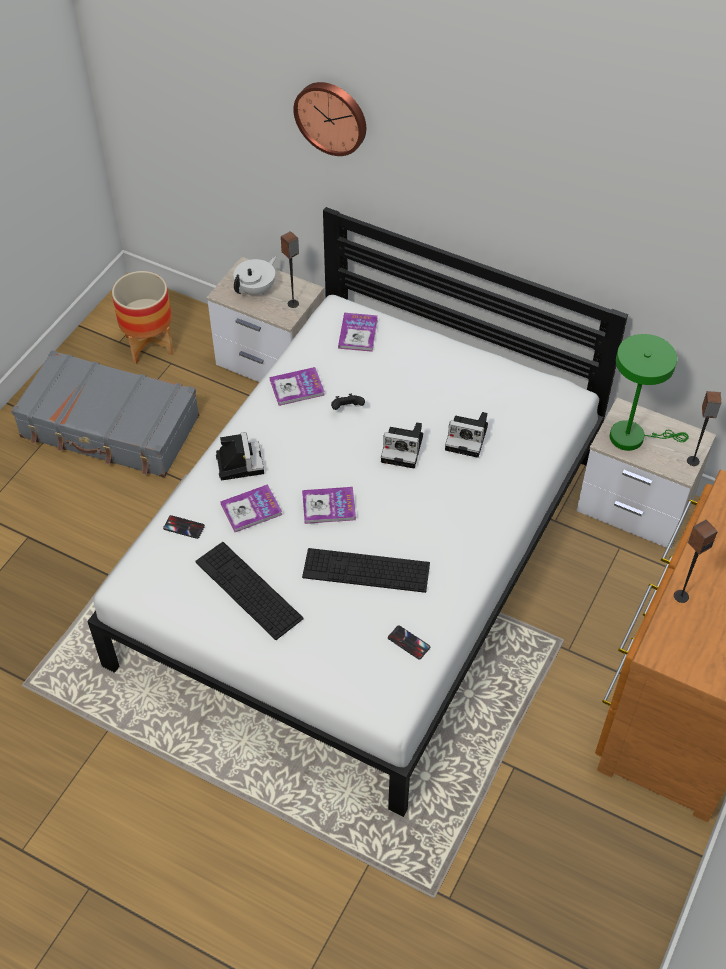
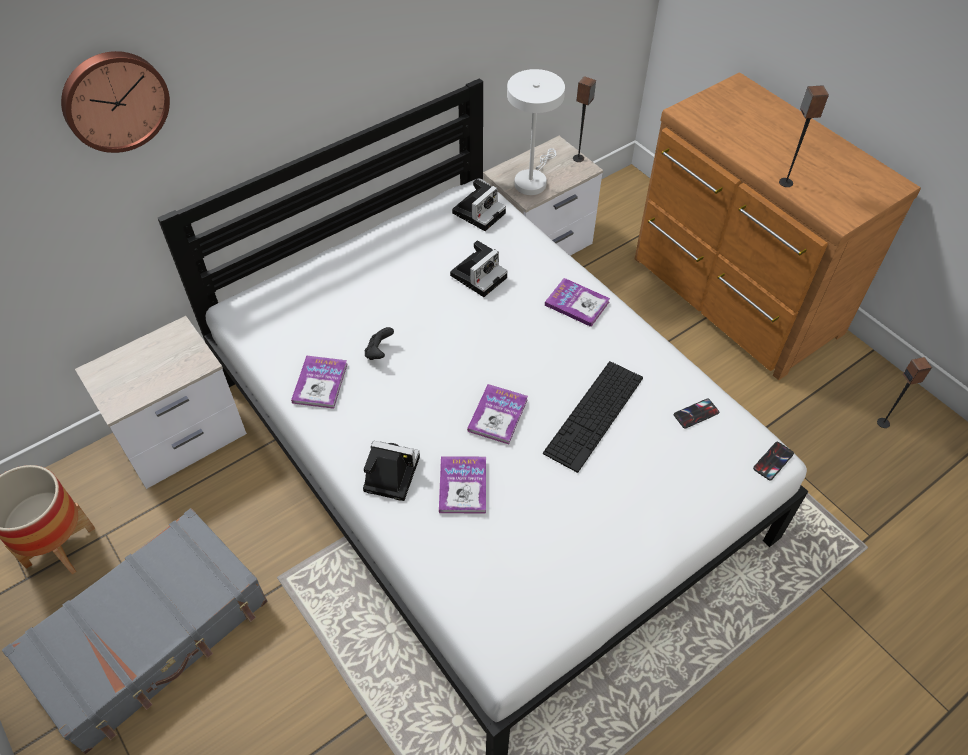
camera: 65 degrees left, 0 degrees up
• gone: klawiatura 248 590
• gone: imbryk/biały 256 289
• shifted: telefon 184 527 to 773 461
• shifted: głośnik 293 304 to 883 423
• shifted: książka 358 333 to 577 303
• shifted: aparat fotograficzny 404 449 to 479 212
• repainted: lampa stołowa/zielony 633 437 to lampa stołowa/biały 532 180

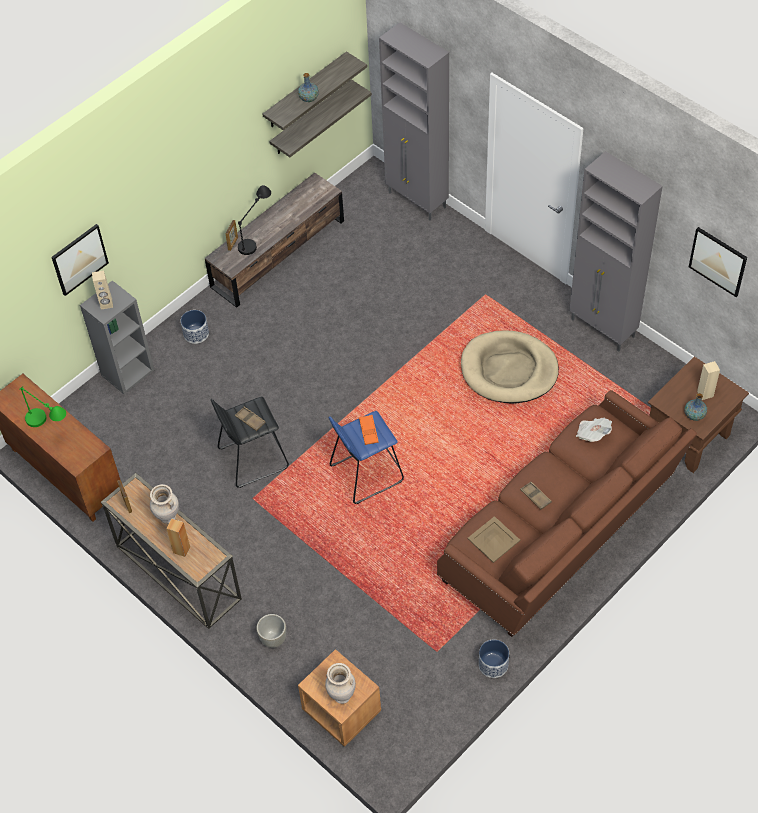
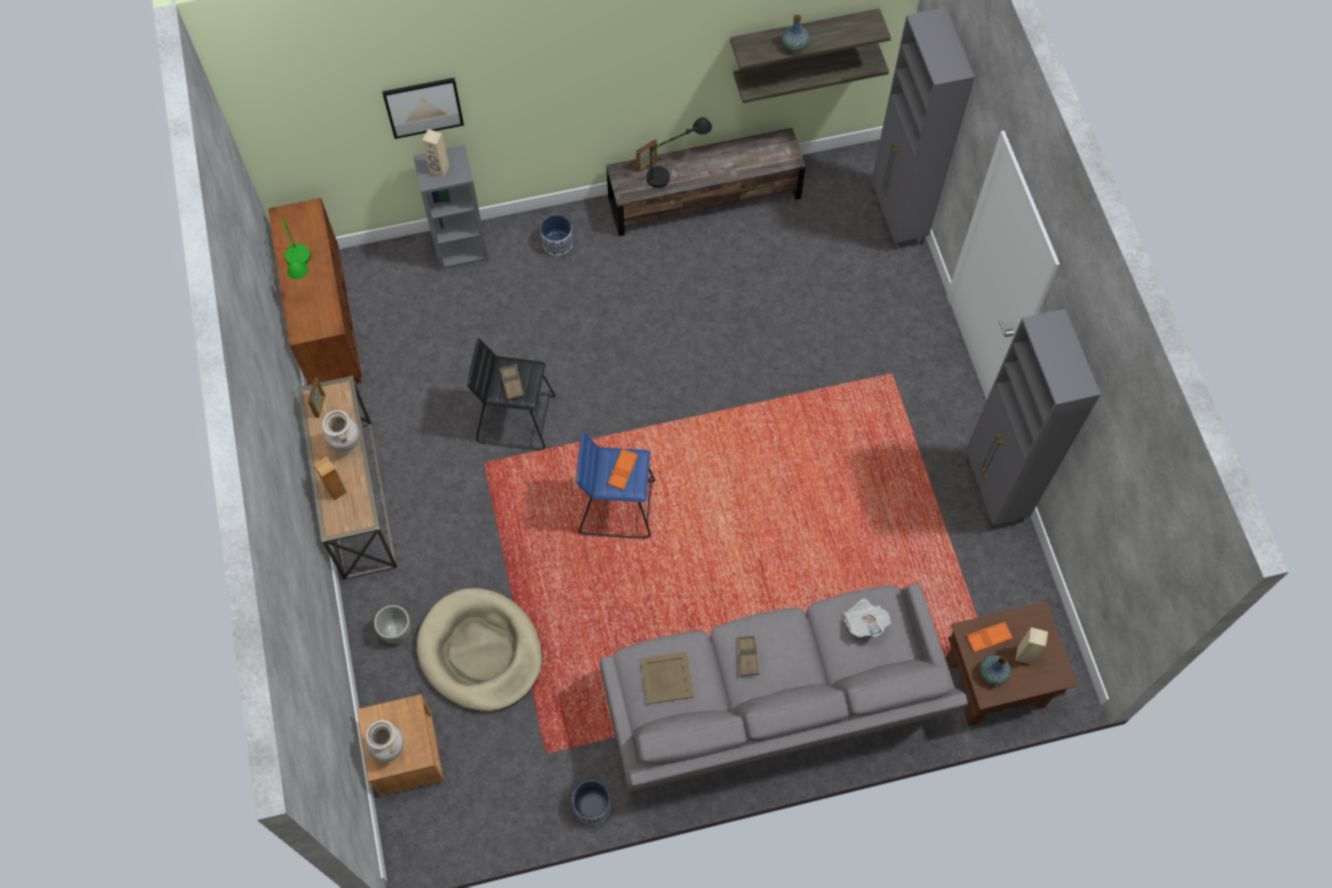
camera: 30 degrees right, 10 degrees up
• gone: obraz 718 261
• new: taca/pomarańczowy 988 638
• shifted: legowisko/beżowy 509 370 to 480 652
• repainted: kanapa/brązowy 561 534 to kanapa/szary 770 705

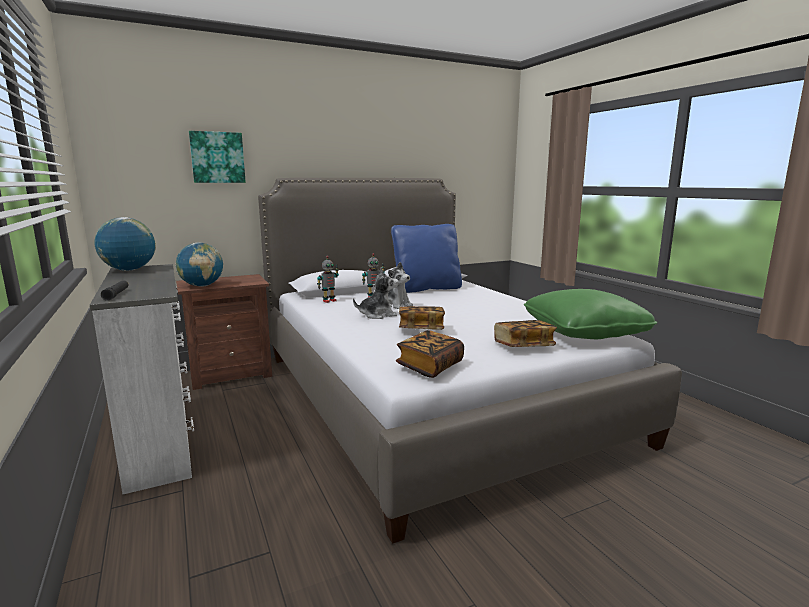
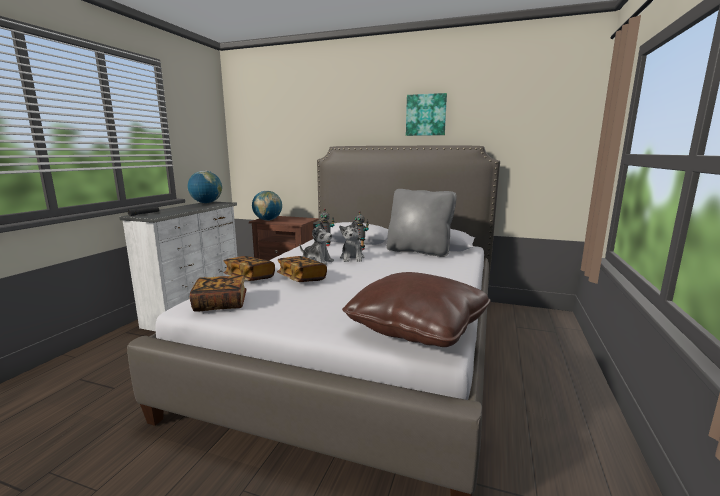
camera: 45 degrees right, 0 degrees up
• shifted: obraz 217 157 to 426 115
• shifted: książka 523 346 to 249 278
• repainted: poduszka/niebieski 426 288 to poduszka/szary 419 251
• repainted: poduszka/zielony 584 332 to poduszka/brązowy 417 327

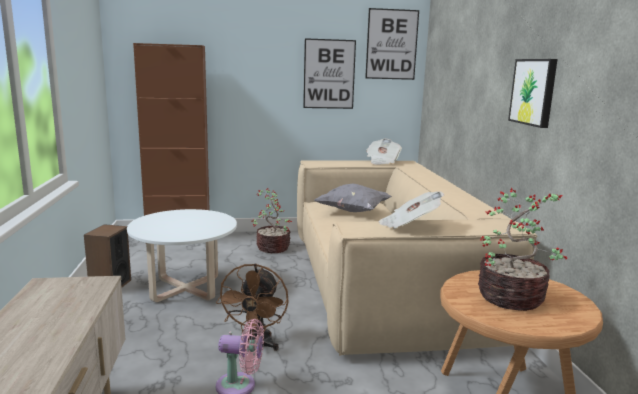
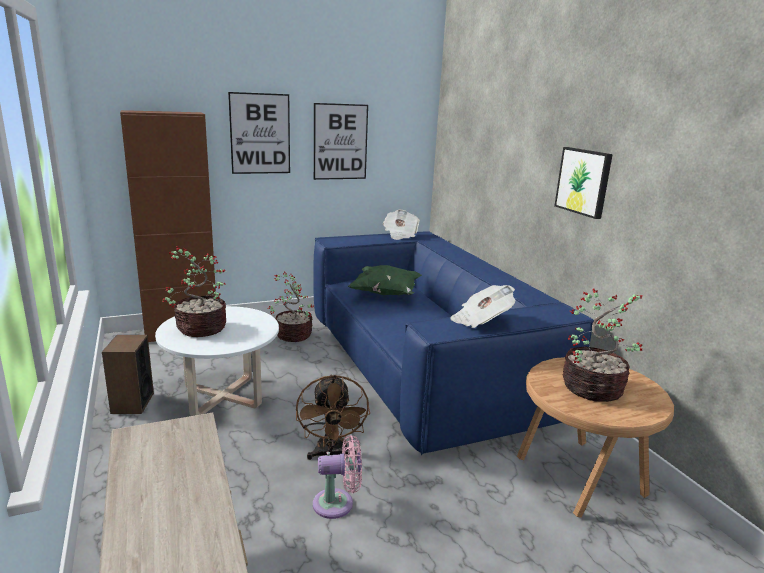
camera: 15 degrees left, 5 degrees up
• new: roślina doniczkowa 199 328
• shifted: obraz 391 44 to 260 134
• repainted: kanapa/beżowy 383 281 to kanapa/niebieski 422 363
• repainted: poduszka/szary 353 211 to poduszka/zielony 385 294

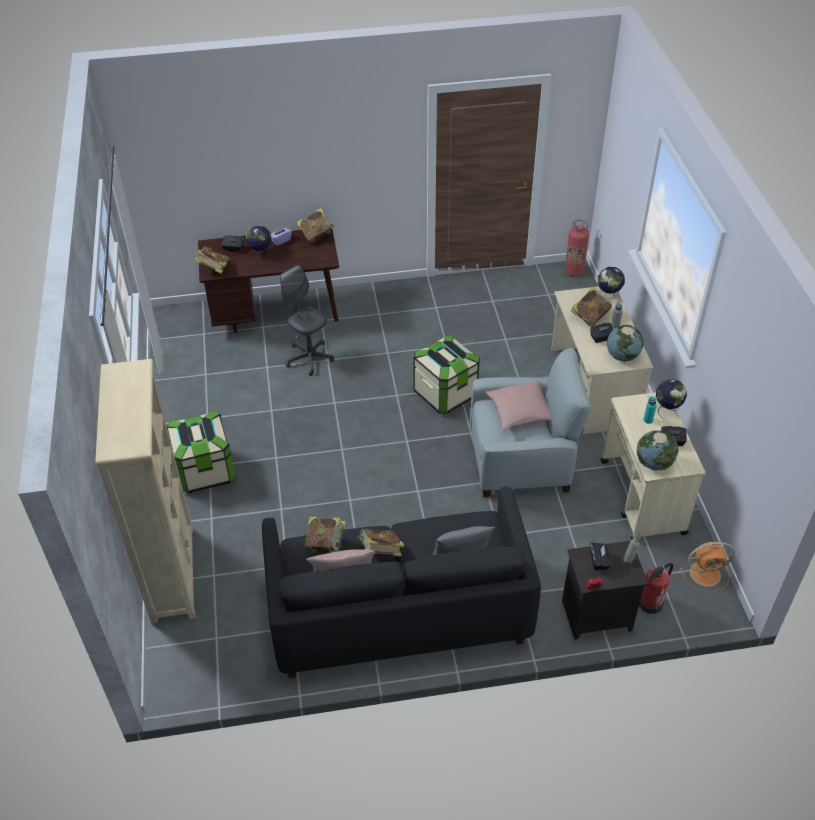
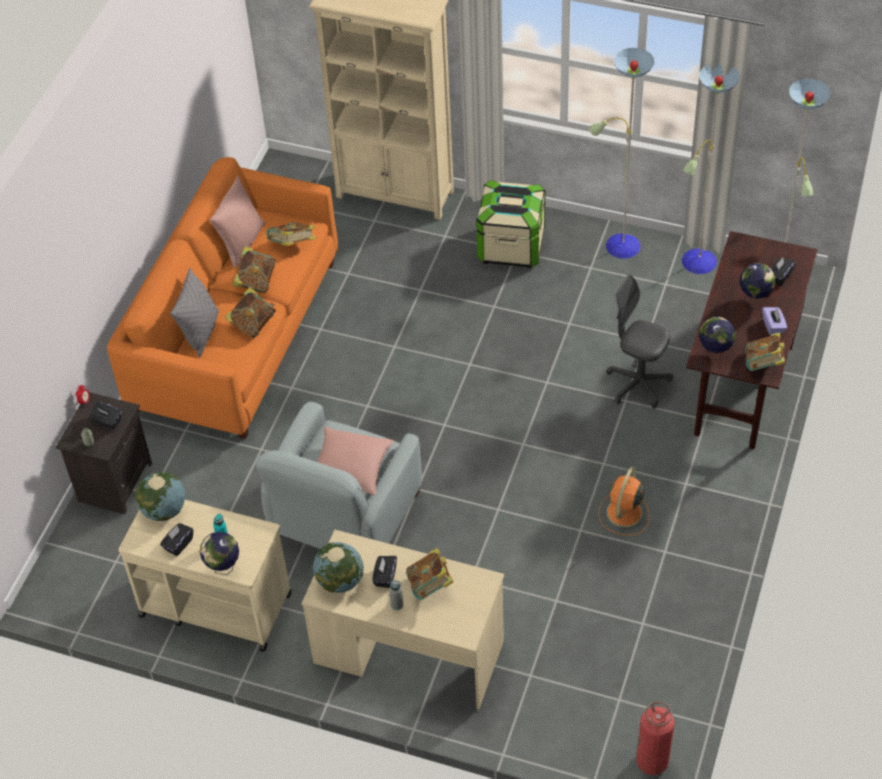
camera: 120 degrees right, 5 degrees up
• gone: pojemnik do przechowywania 445 394
• gone: gaśnica 651 603
• new: lampa stojąca 698 263
• shifted: książka 214 269 to 253 324
• shifted: globus 608 296 to 714 353
• shifted: wentylator/pomarańczowy 706 573 to 624 514
• repainted: kanapa/czarny 398 611 to kanapa/pomarańczowy 236 335
• rotated: krzesło biurowe/szary 309 358 = 638 384 135 degrees counterclockwise

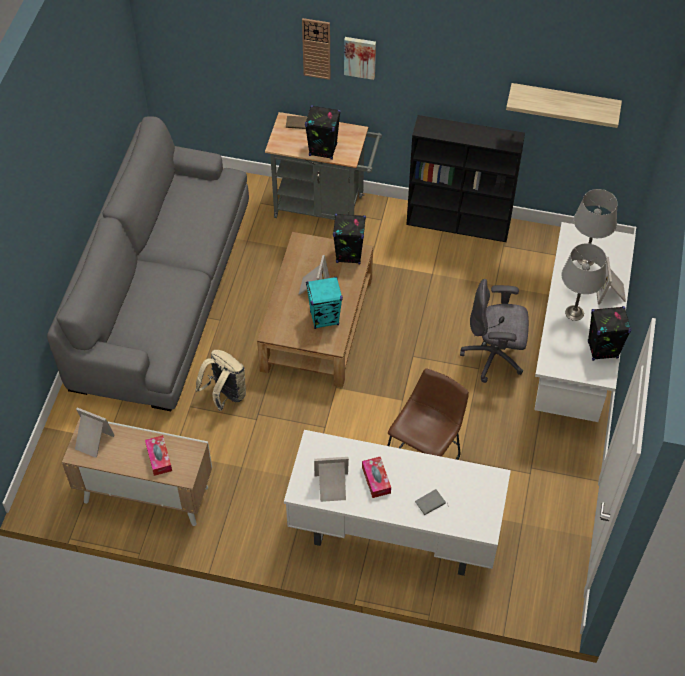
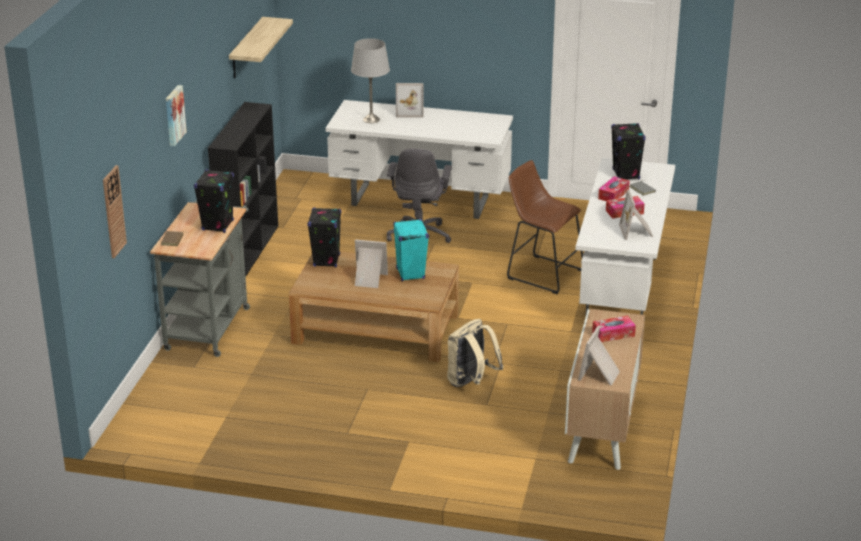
camera: 90 degrees left, 25 degrees down
• gone: kanapa/szary 161 292
• gone: lampa stołowa/szary 574 312
• new: pudełko chusteczek 613 194
• shifted: zegar ścienny 316 48 to 113 211
• shifted: głośnik/czarny 602 350 to 626 174

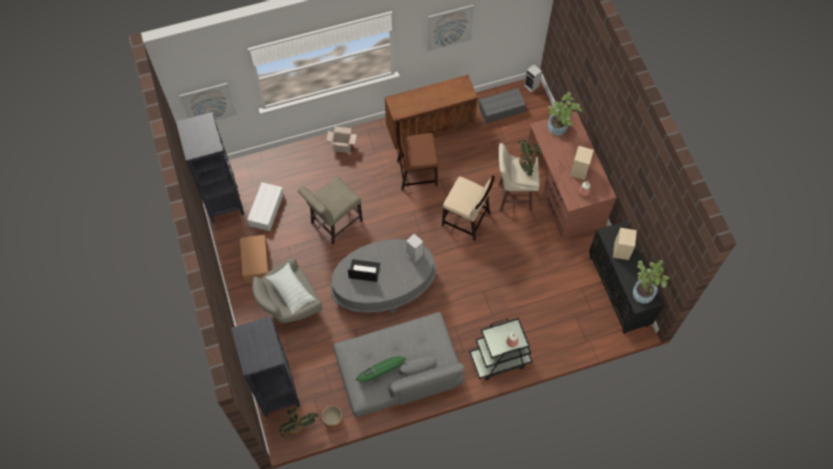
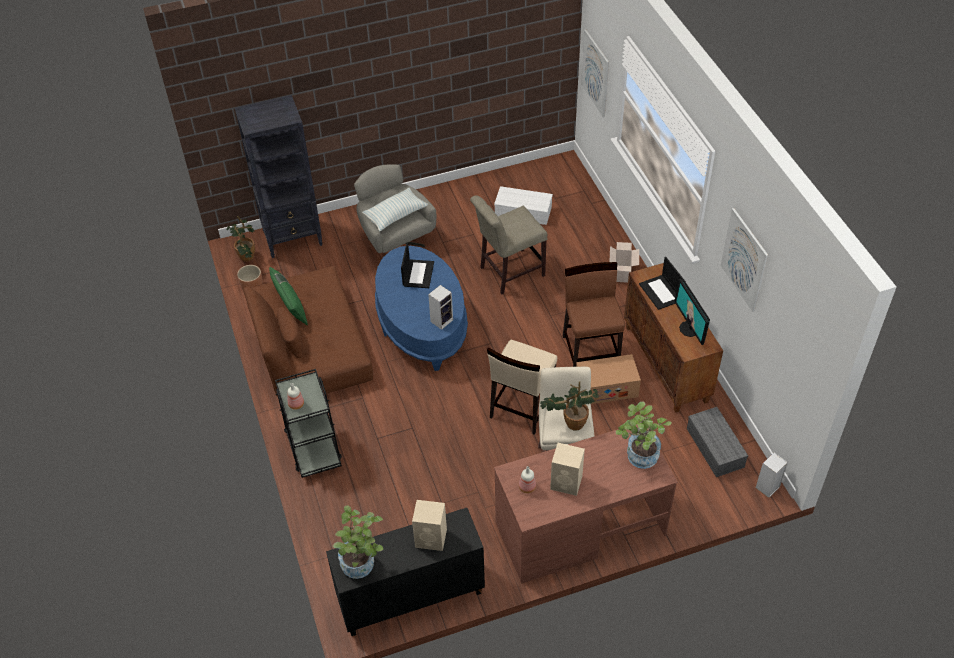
camera: 90 degrees right, 15 degrees down
• gone: regał/czarny 223 201
• new: laptop 661 292
• new: monitor 689 329
• shifted: karton 256 263 to 606 388
• repainted: ława/szary 383 285 to ława/niebieski 422 324
• repainted: kanapa/szary 398 369 to kanapa/brązowy 309 343
• rotated: krzesło/beżowy 334 223 = 508 272 75 degrees counterclockwise

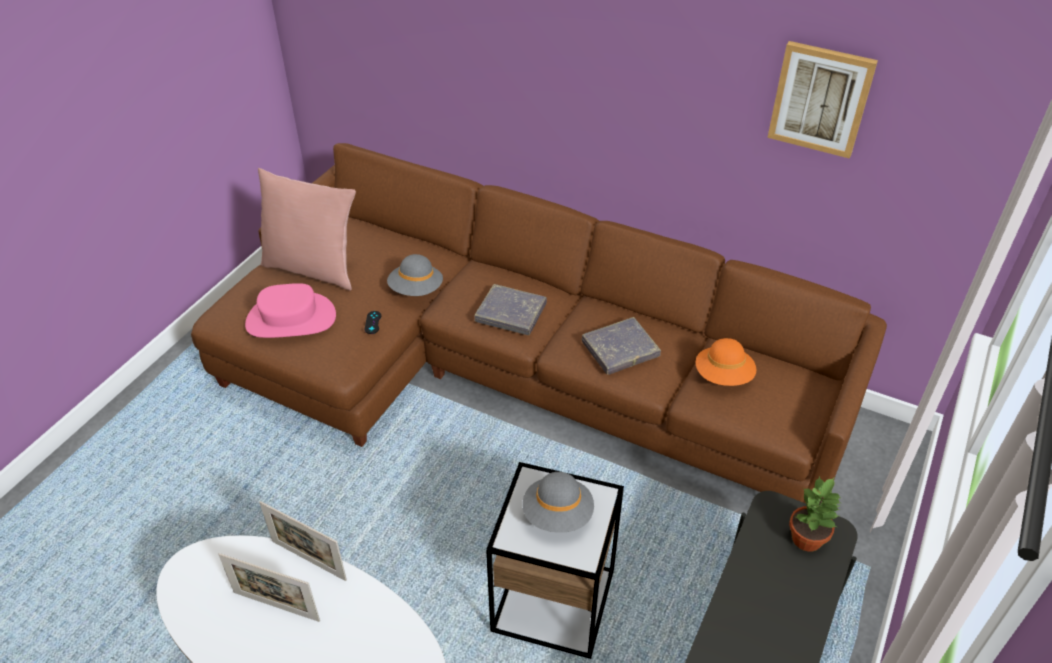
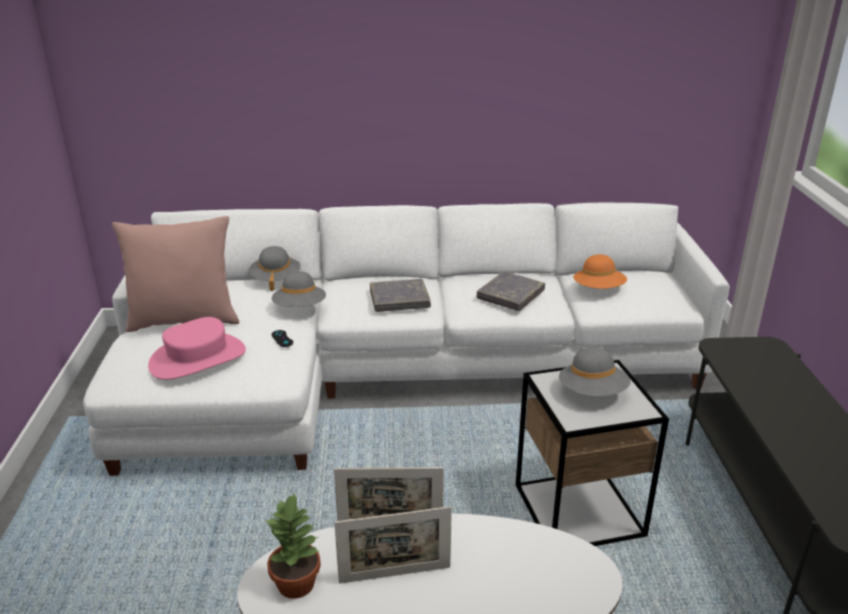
camera: 30 degrees left, 15 degrees down
• gone: obraz 820 99
• new: kapelusz/szary 276 279
• shifted: roślina doniczkowa 807 539 to 297 583
• repainted: kanapa/brązowy 509 370 to kanapa/biały 390 373

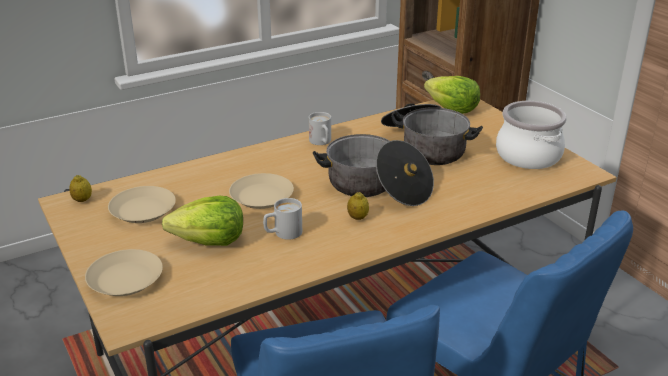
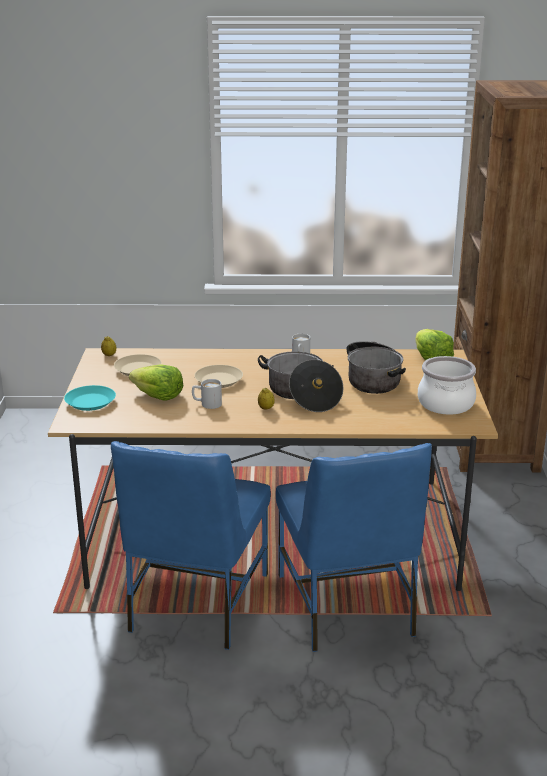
camera: 30 degrees right, 5 degrees down
• repainted: talerz/beżowy 124 279 to talerz/turkusowy 90 402

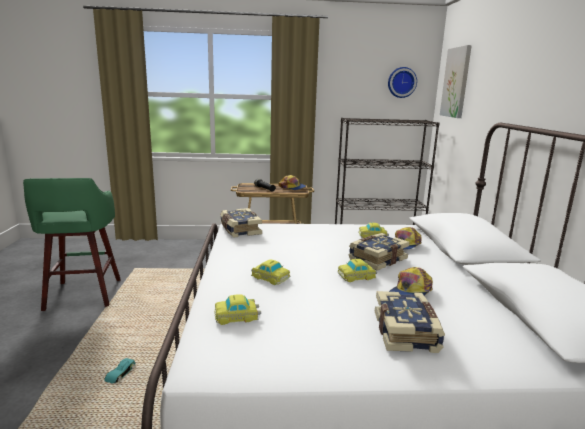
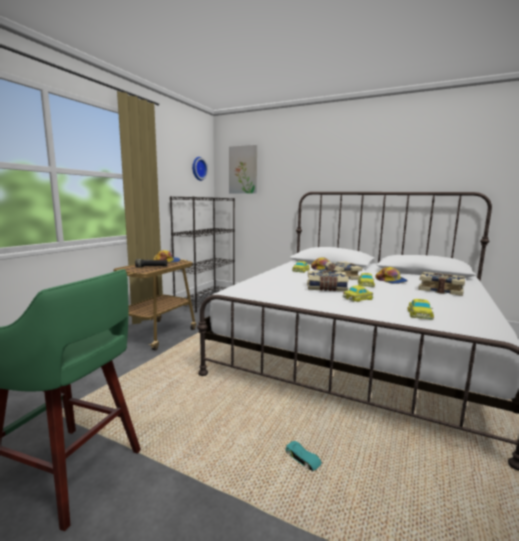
camera: 60 degrees left, 5 degrees down
• shifted: książka 239 230 to 326 288

